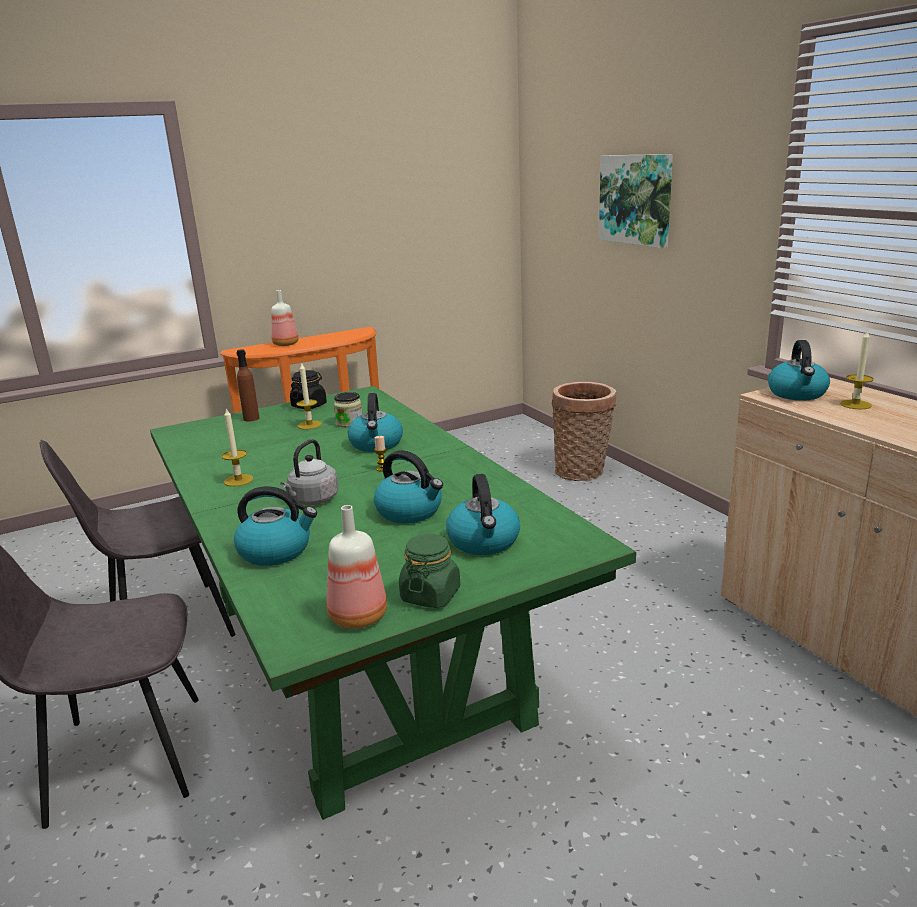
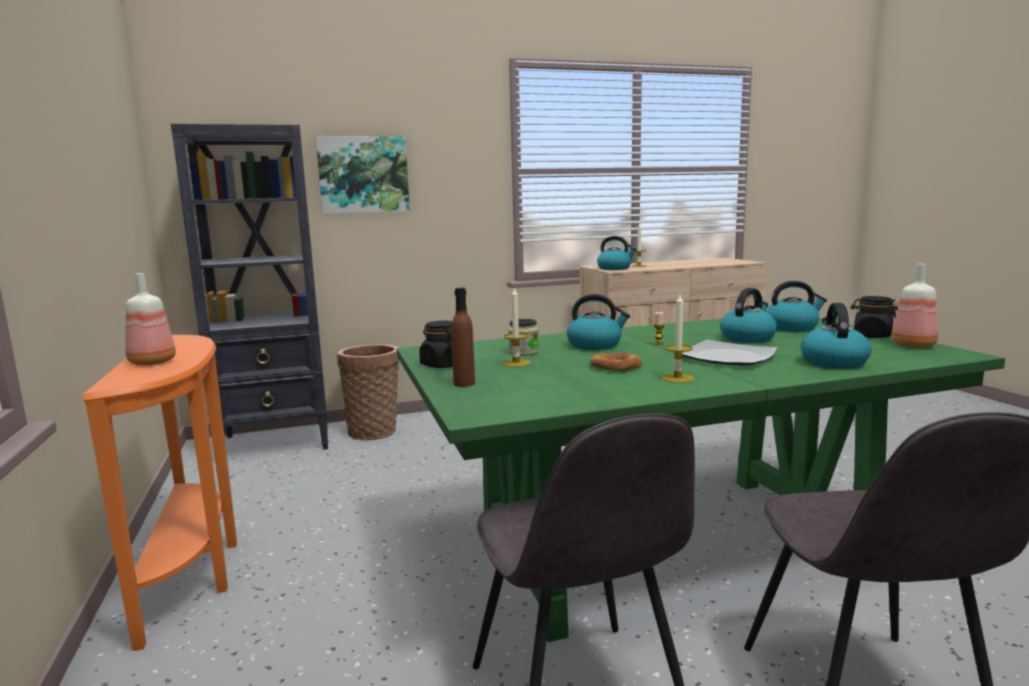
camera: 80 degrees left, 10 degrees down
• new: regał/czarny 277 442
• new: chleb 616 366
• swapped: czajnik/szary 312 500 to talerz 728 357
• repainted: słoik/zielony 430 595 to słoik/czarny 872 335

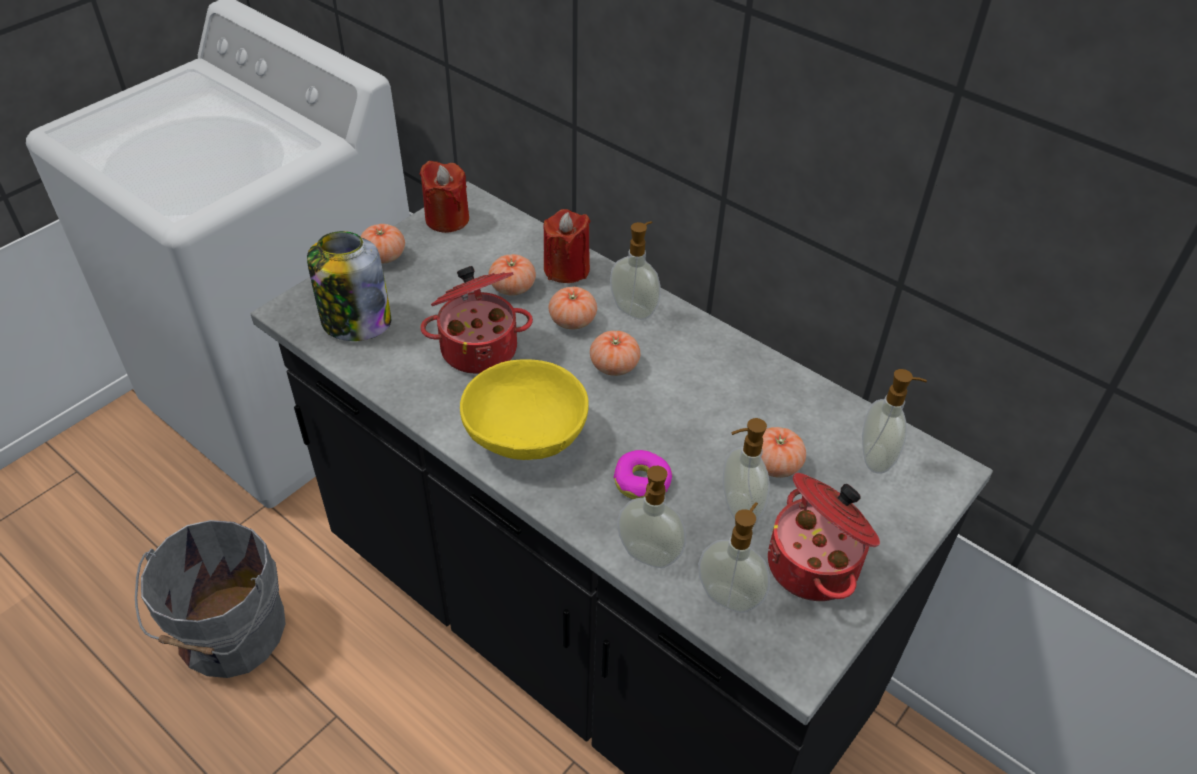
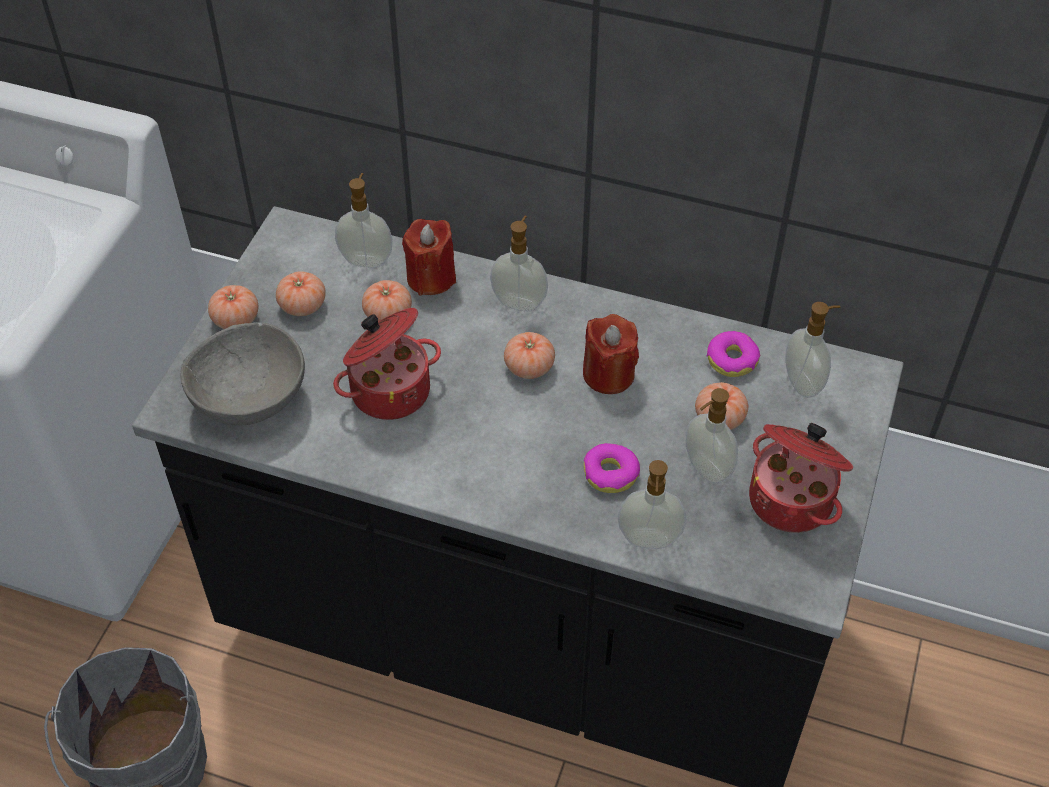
camera: 20 degrees left, 5 degrees up
• gone: miska/żółty 527 437
• new: donut 732 360
• shifted: świeca/czerwony 447 219 to 608 374
• shifted: pomidor 572 320 to 302 305
• shifted: dozownik mydła 730 596 to 366 259
• swapped: słoik 355 321 to miska/szary 249 401

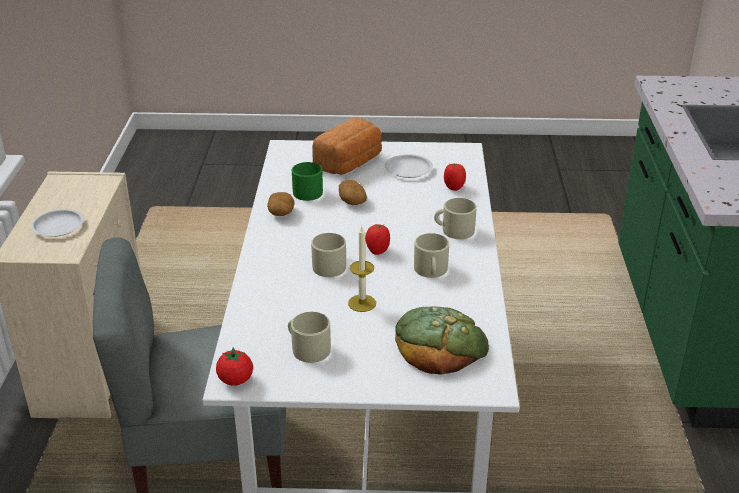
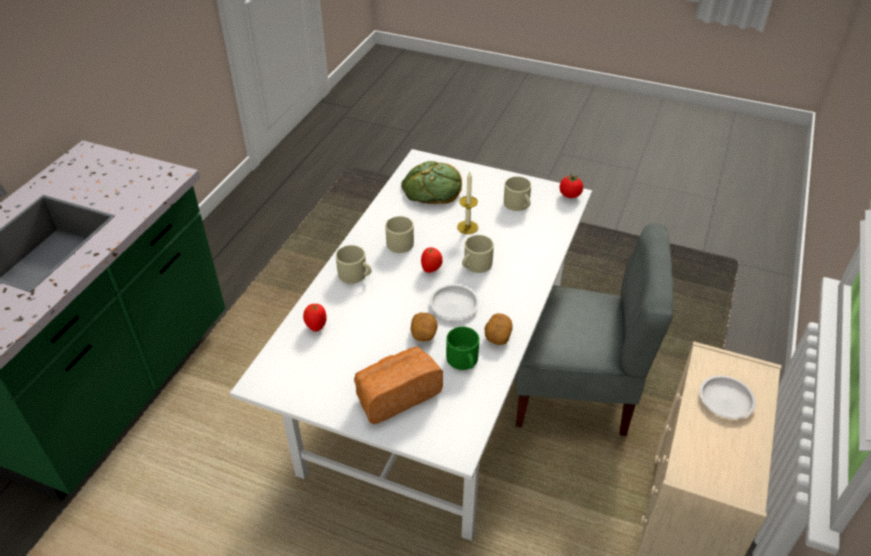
camera: 160 degrees left, 10 degrees up
• shifted: talerz/biały 408 169 to 454 305

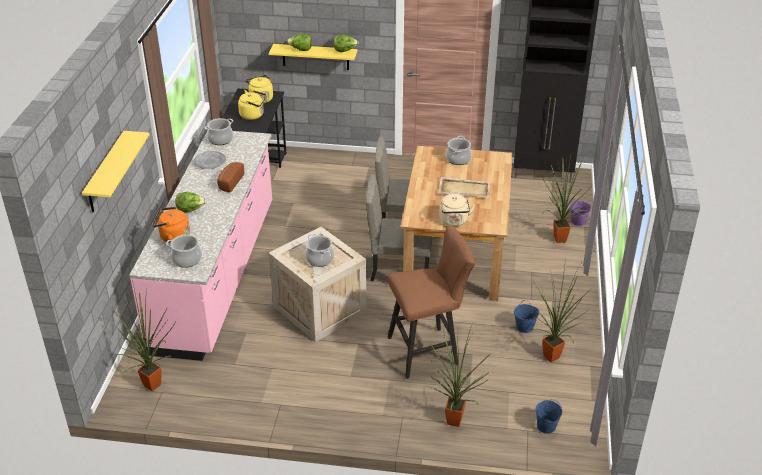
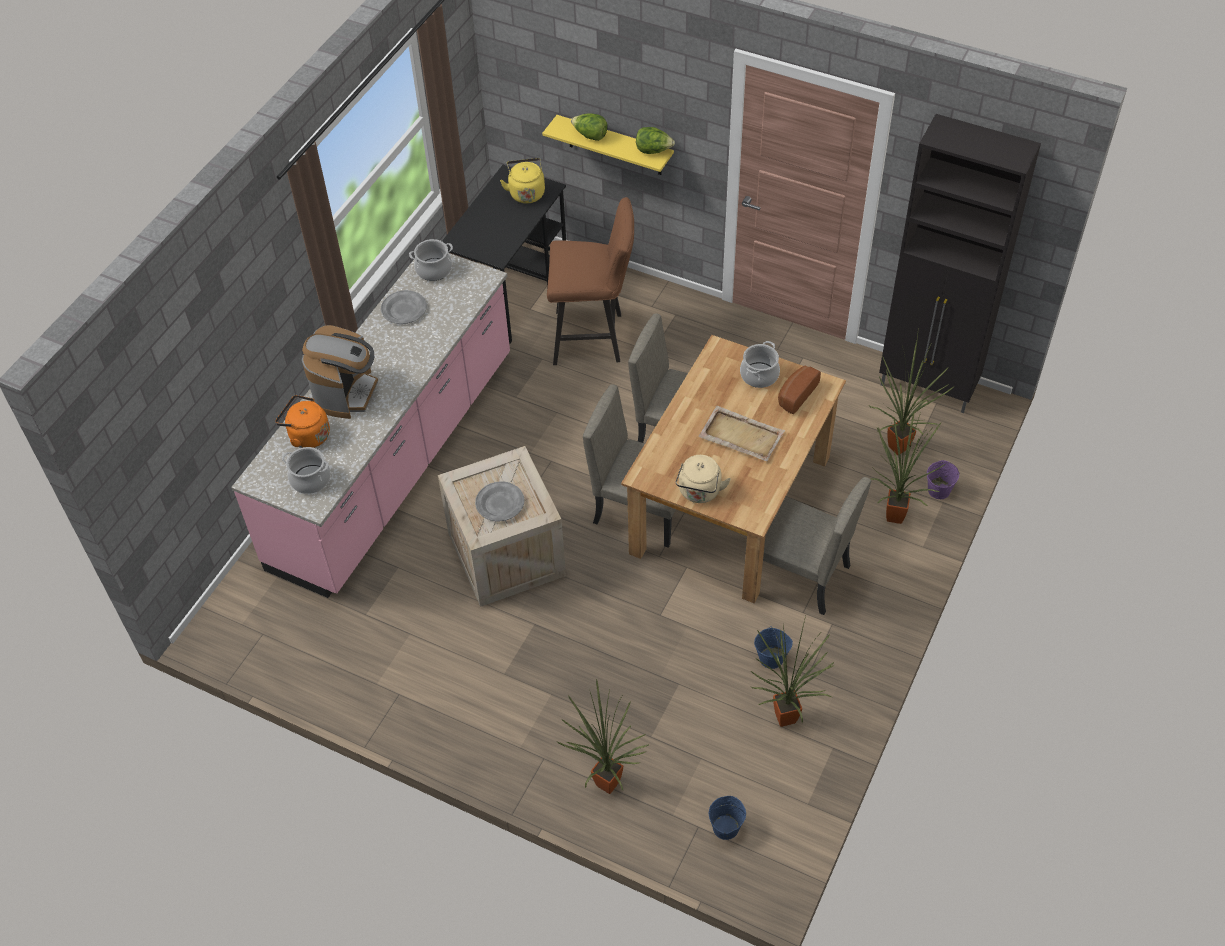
camera: 20 degrees right, 15 degrees up
• gone: półka/żółty 106 173
• gone: czajnik/żółty 253 115
• new: krzesło/beżowy 798 574
• shifted: roślina doniczkowa 155 384 to 901 446
• shifted: chleb 229 182 to 795 395
• shifted: stołek/brązowy 428 350 to 594 338
• swapped: sałata 190 210 to ekspres do kawy 346 392
• swapped: garnek 320 259 to talerz/szary 500 503

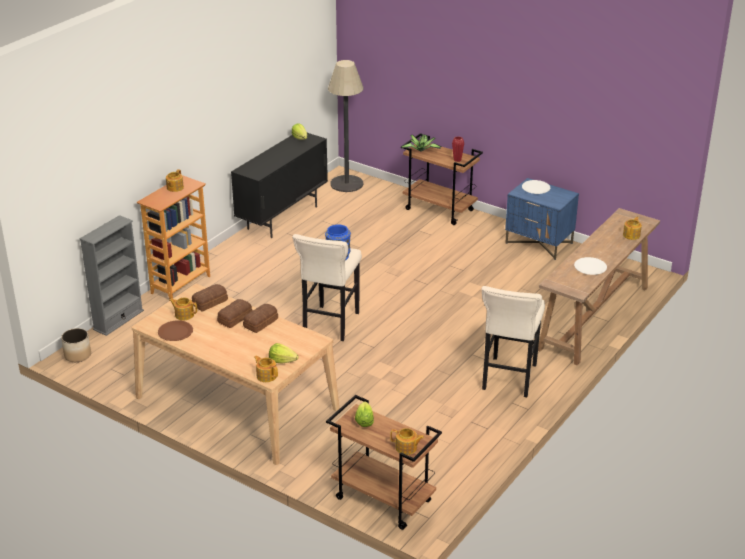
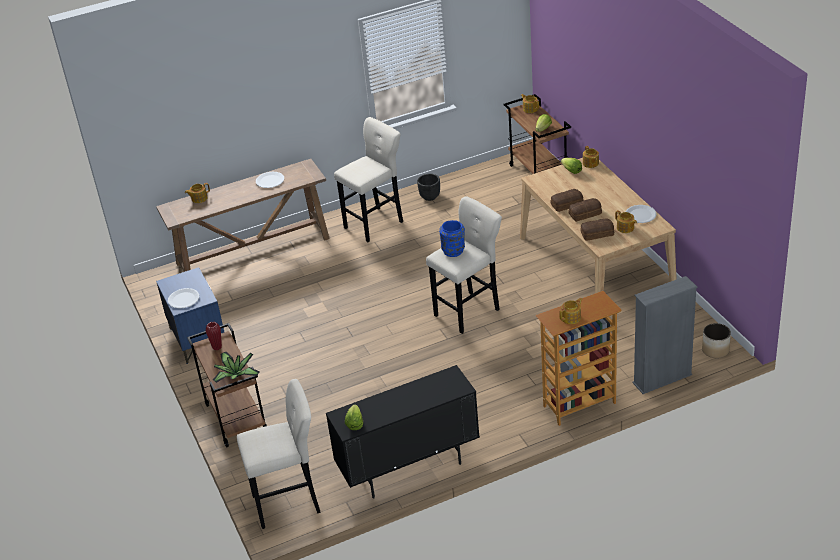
camera: 145 degrees left, 5 degrees up
• new: donica/czarny 430 197
• swapped: lampa stojąca 346 184 to stołek/beżowy 290 503
• repainted: talerz/brązowy 175 332 to talerz/biały 640 215

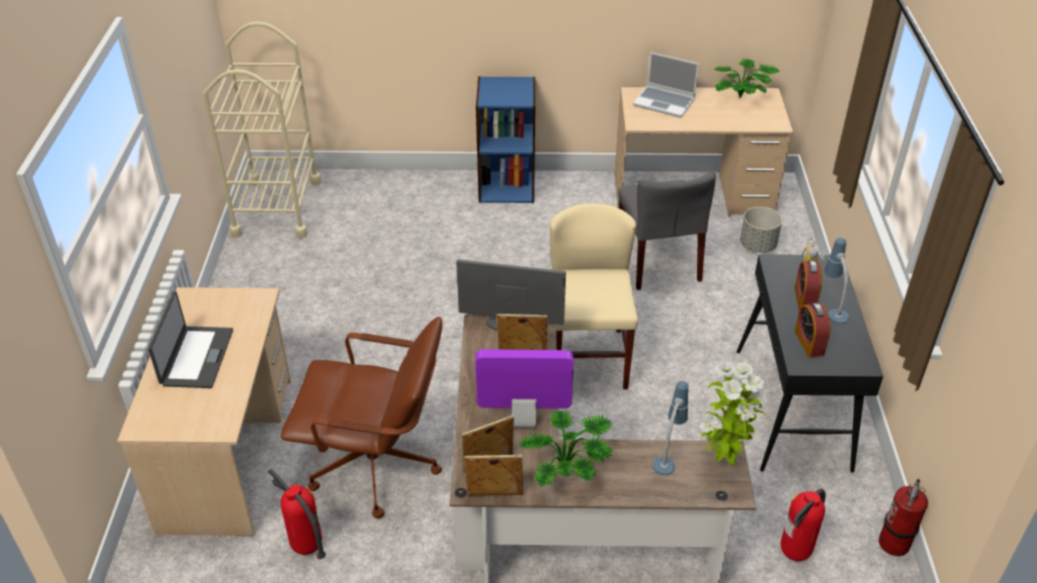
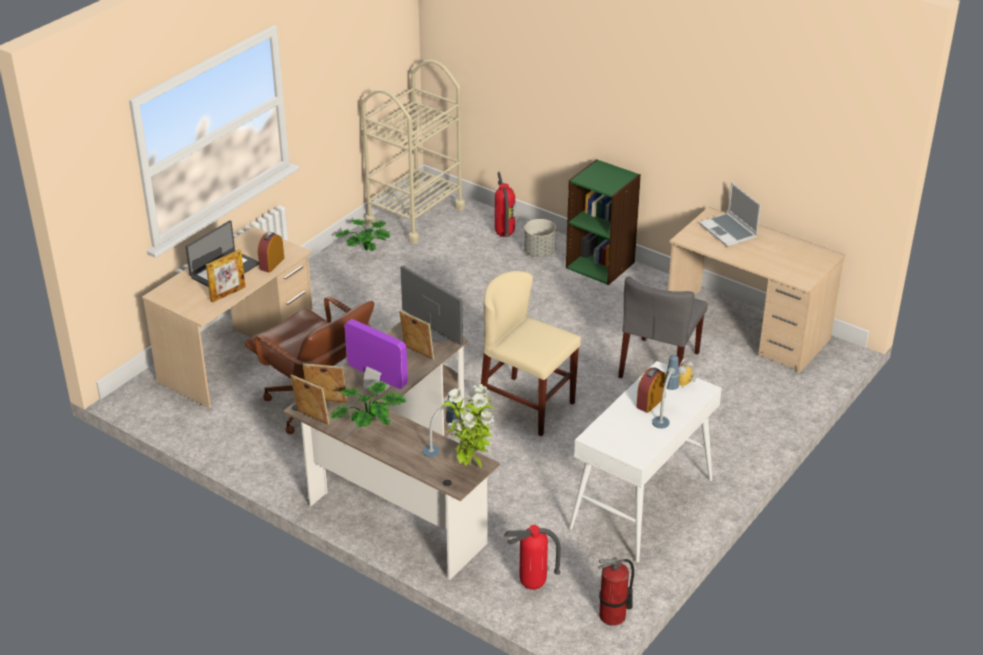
camera: 35 degrees right, 5 degrees down
• new: ramka na zdjęcie 228 294
• shifted: gaśnica 306 548 to 504 235
• shifted: roślina doniczkowa 742 99 to 365 252
• shifted: donica/szary 757 245 to 539 252
• shifted: budzik 809 343 to 272 264
• repainted: regał/niebieski 507 186 to regał/zielony 600 265
• repainted: stolik konsolowy/czarny 792 409 to stolik konsolowy/biały 642 505
• rotated: krzesło/beżowy 588 359 = 527 406 90 degrees counterclockwise

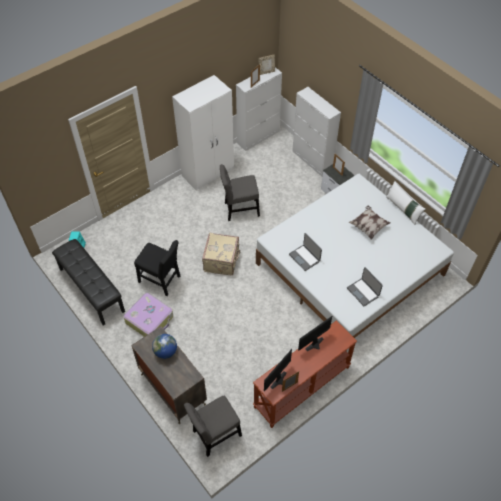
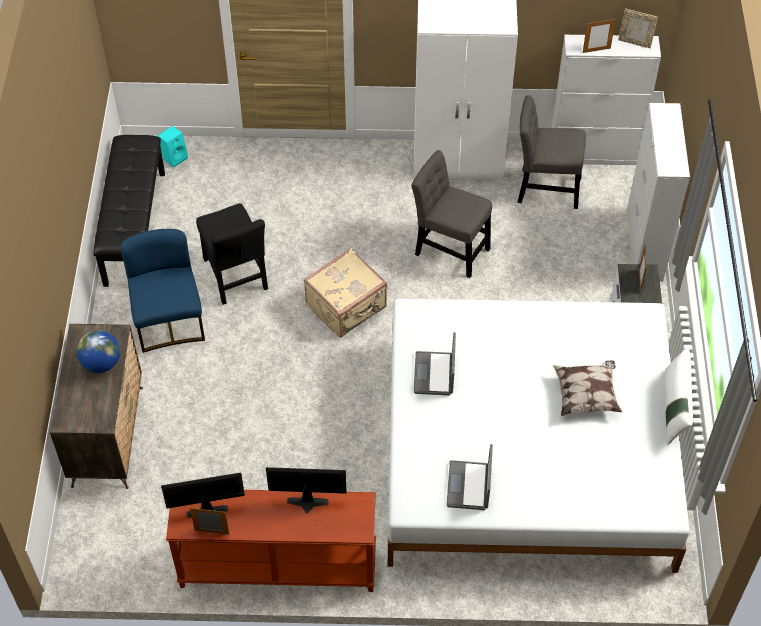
camera: 40 degrees right, 0 degrees up
• shifted: krzesło/szary 215 435 to 545 188
• swapped: walizka 150 319 to krzesło/niebieski 169 321

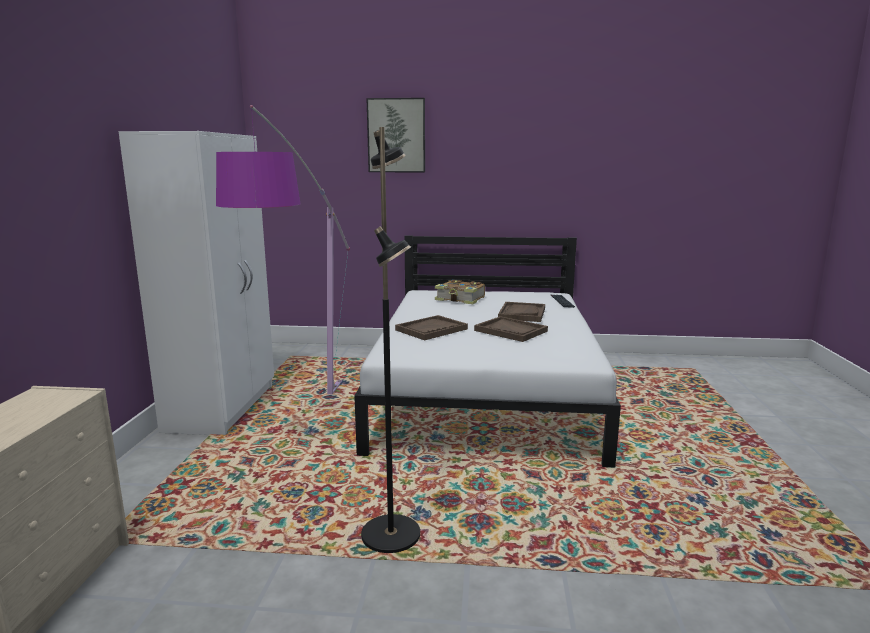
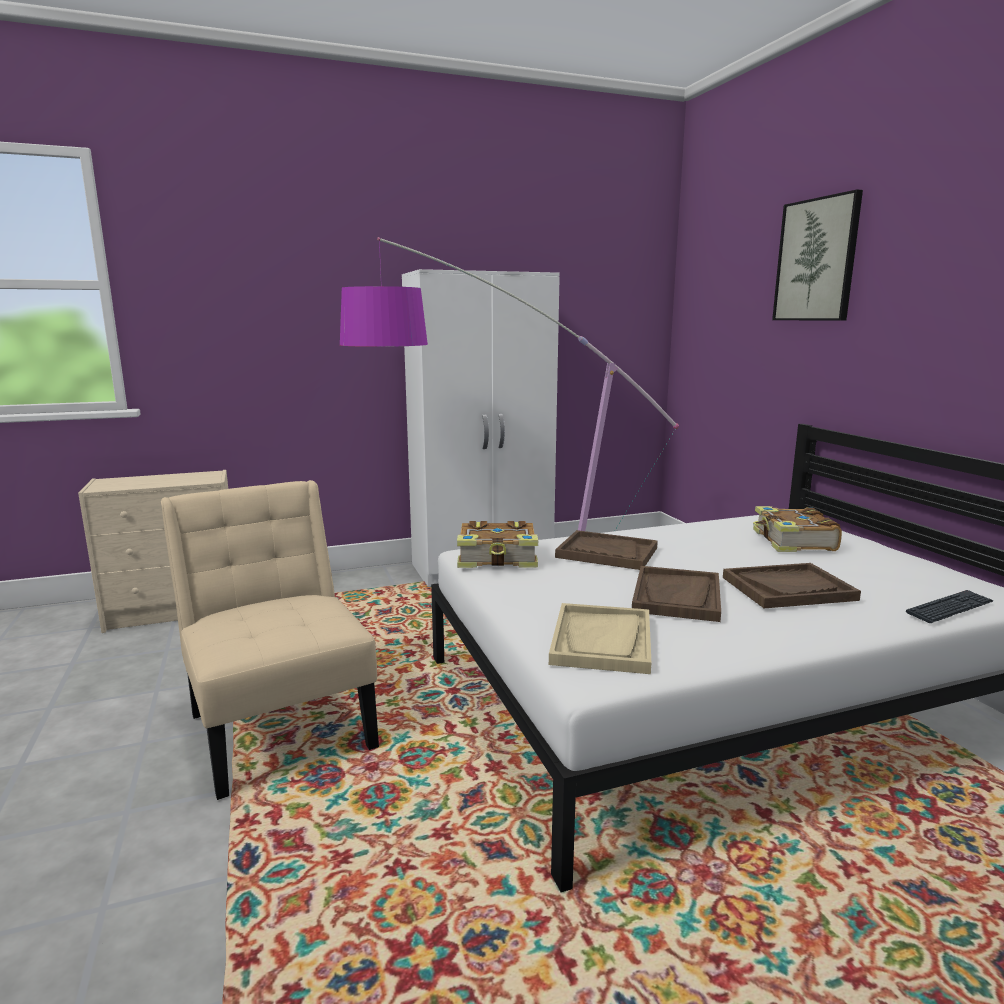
camera: 65 degrees right, 0 degrees up
• new: książka 498 558
• new: taca/beżowy 602 641
• swapped: lampa stojąca/czarny 392 535 to krzesło/beżowy 280 724

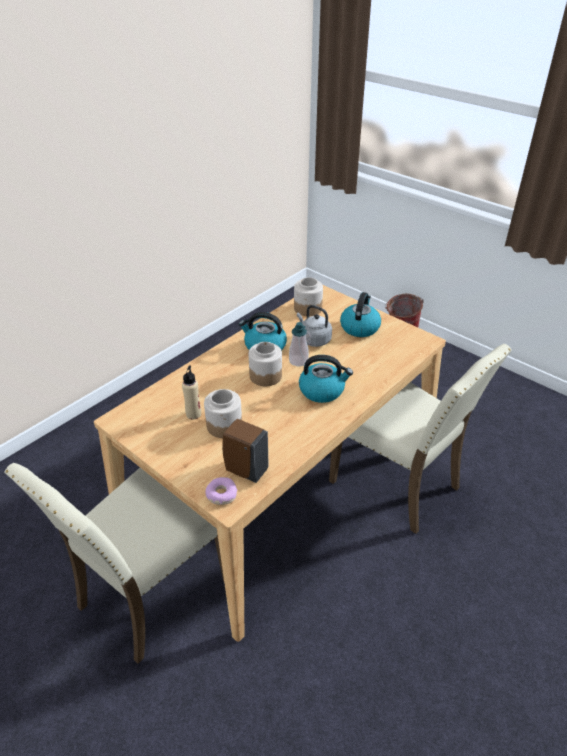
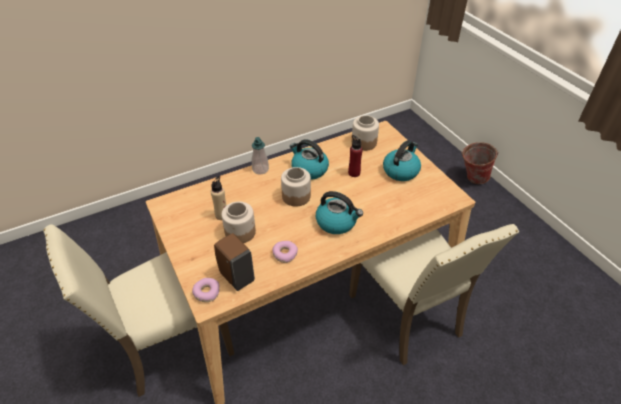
camera: 20 degrees right, 5 degrees up
• new: donut 285 254
• shifted: dozownik mydła 298 361 to 260 169
• swapped: czajnik/szary 313 339 to butelka/czerwony 354 173

